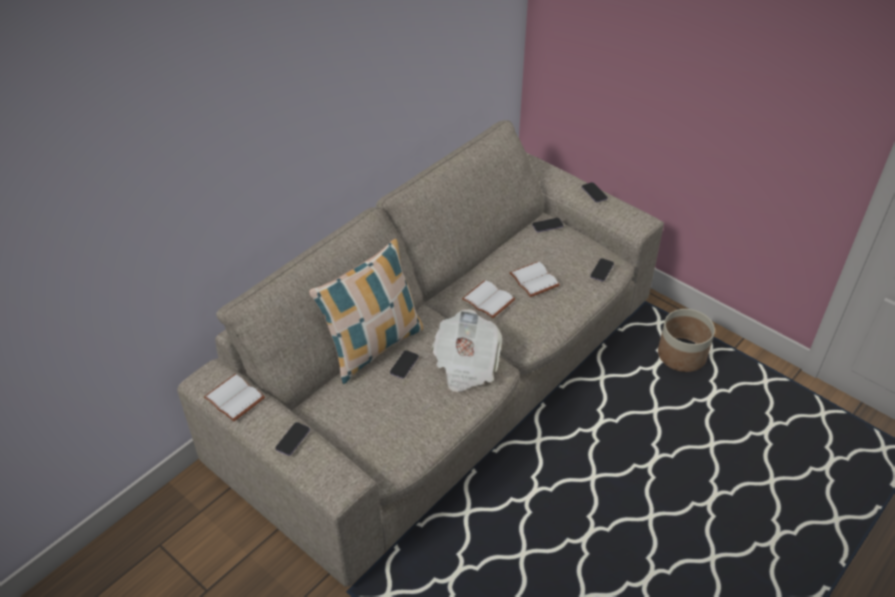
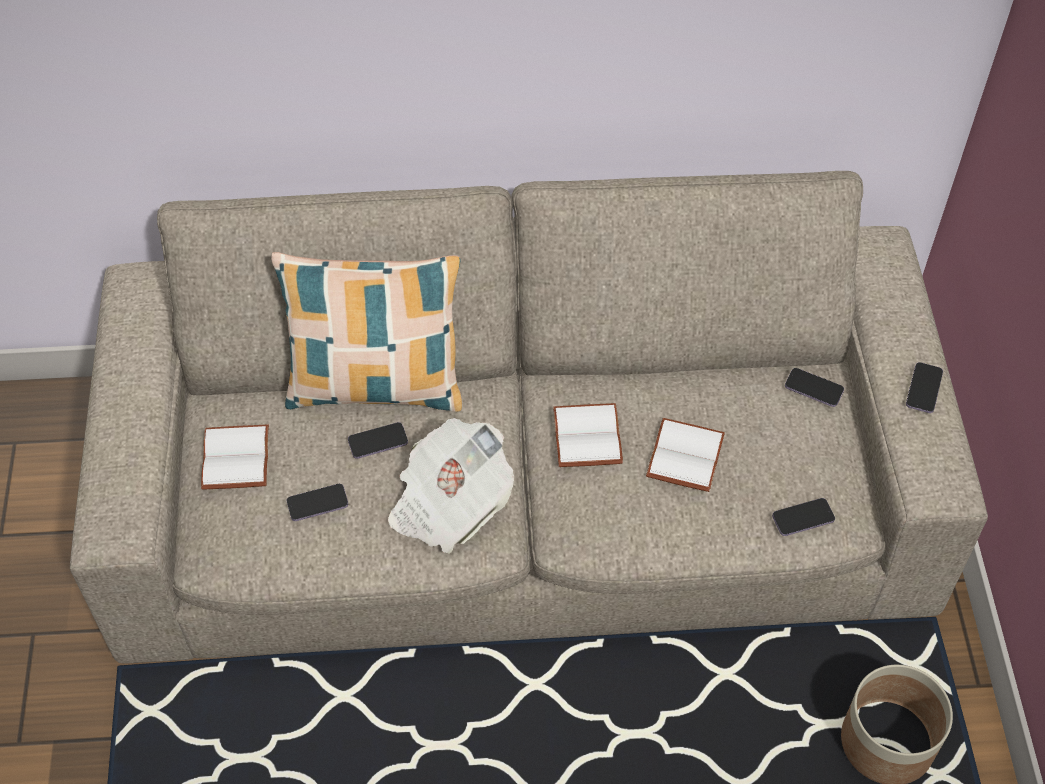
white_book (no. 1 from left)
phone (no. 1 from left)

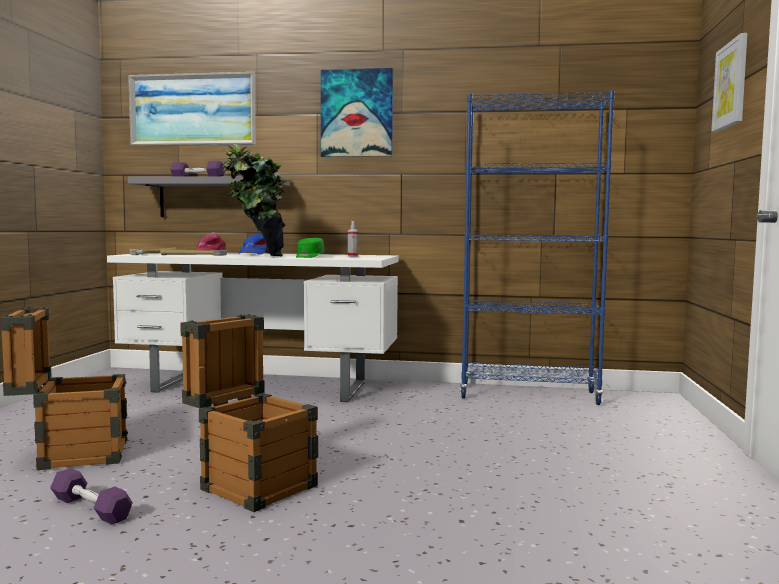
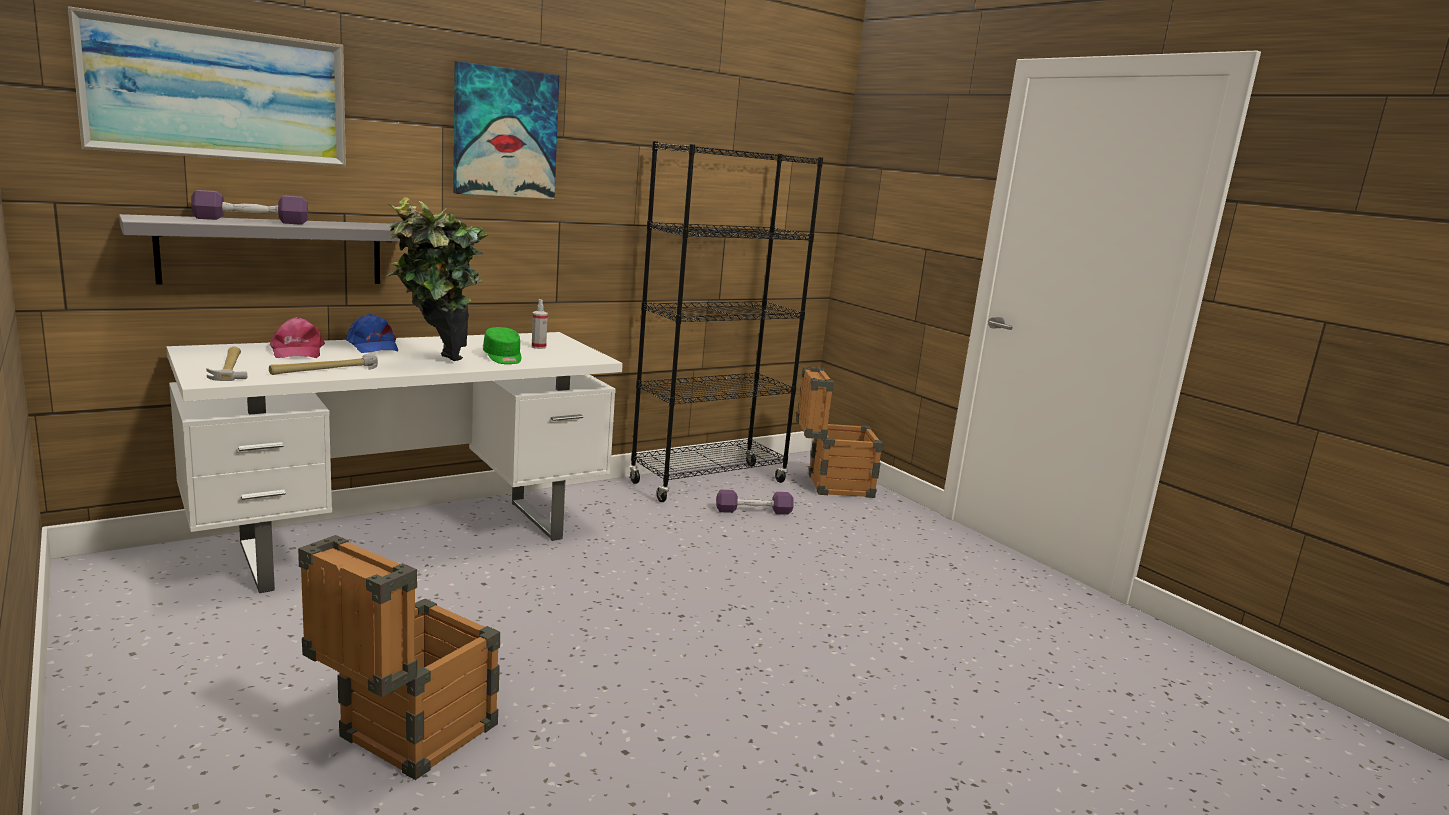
picture (no. 3 from left in the first image)
black_bookcase
crate (no. 2 from left)
purple_dumbbell (no. 2 from left)

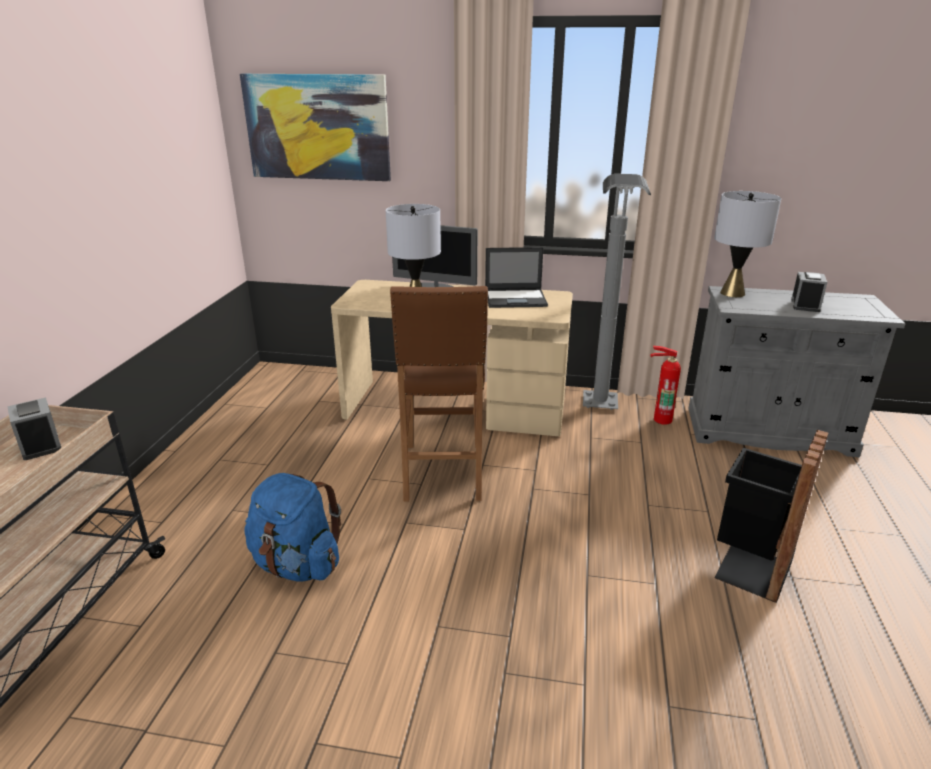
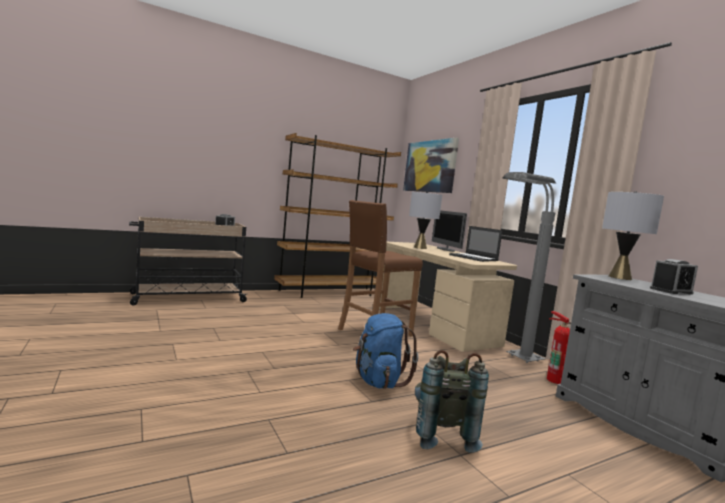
grey_backpack
blue_backpack
brown_bookcase

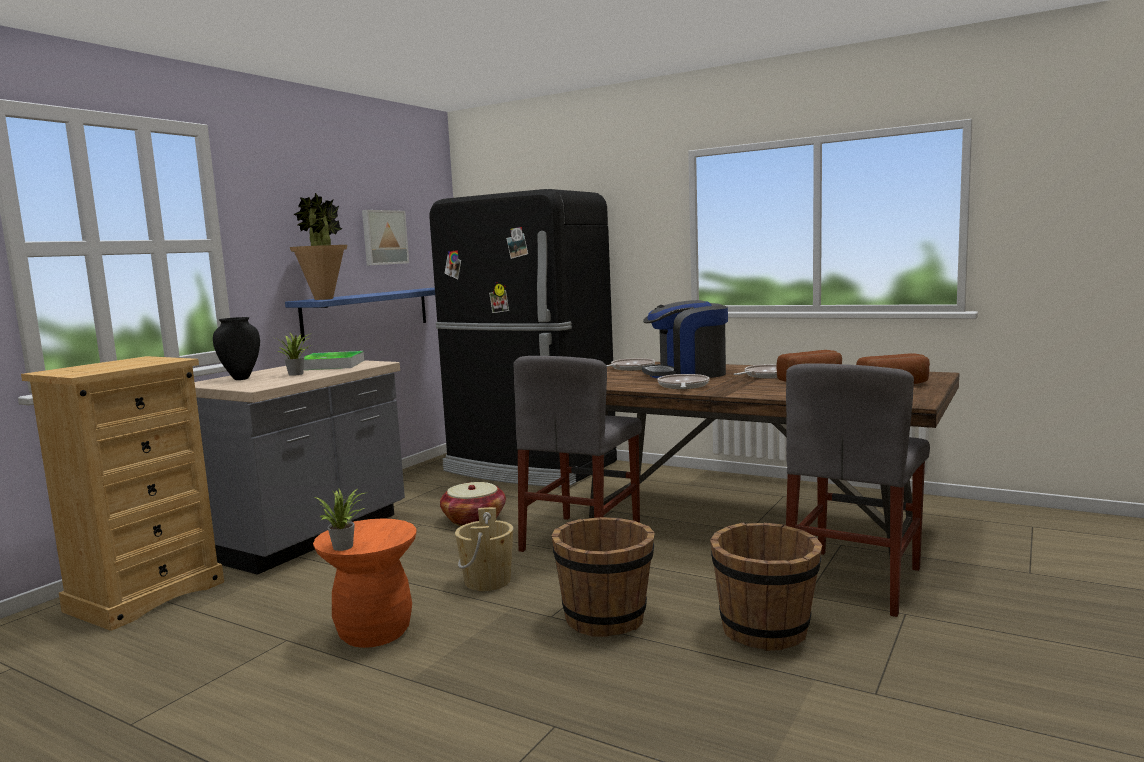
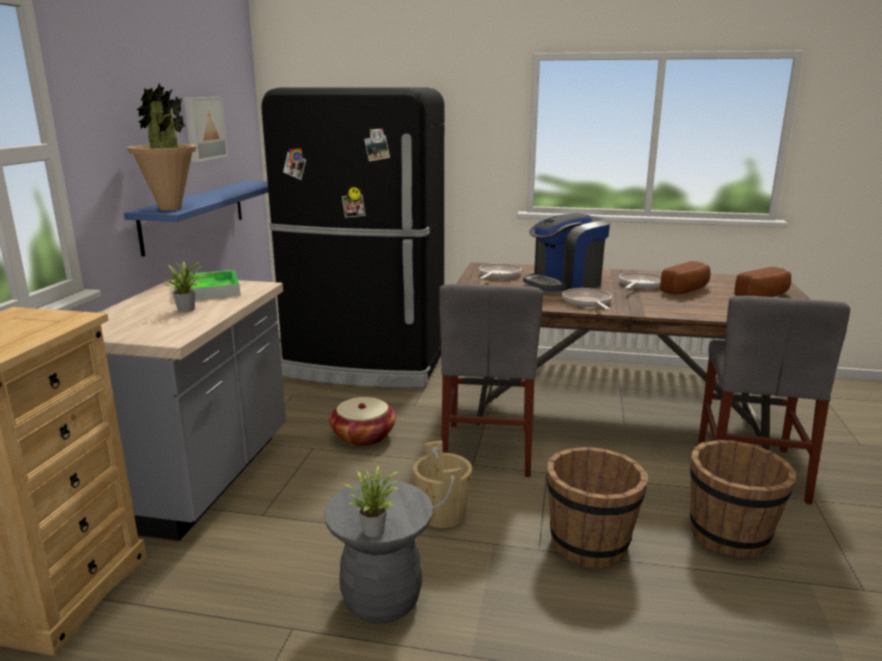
black_vase
grey_stool

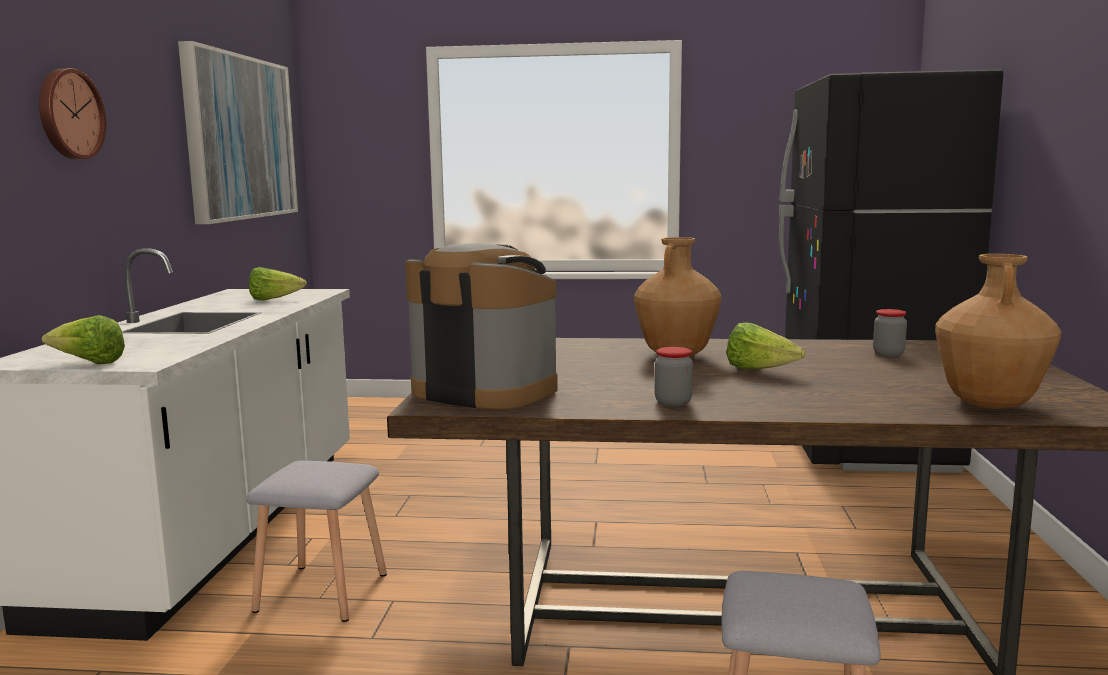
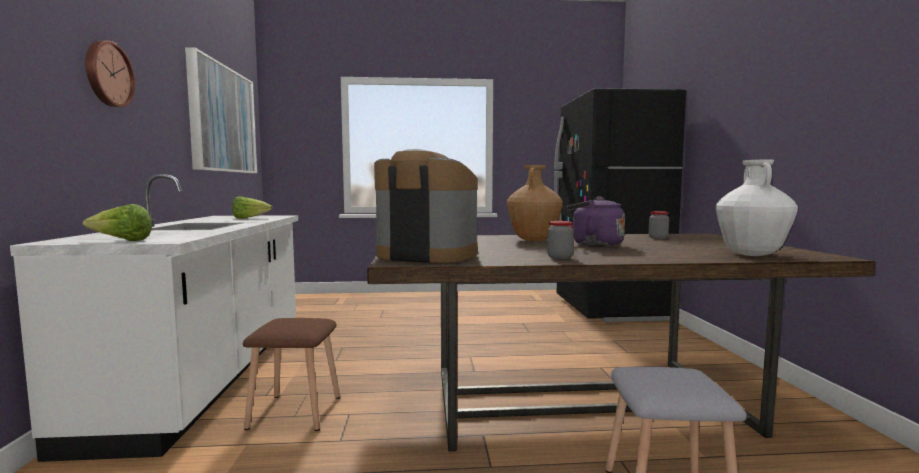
white_vase
purple_kettle
brown_stool

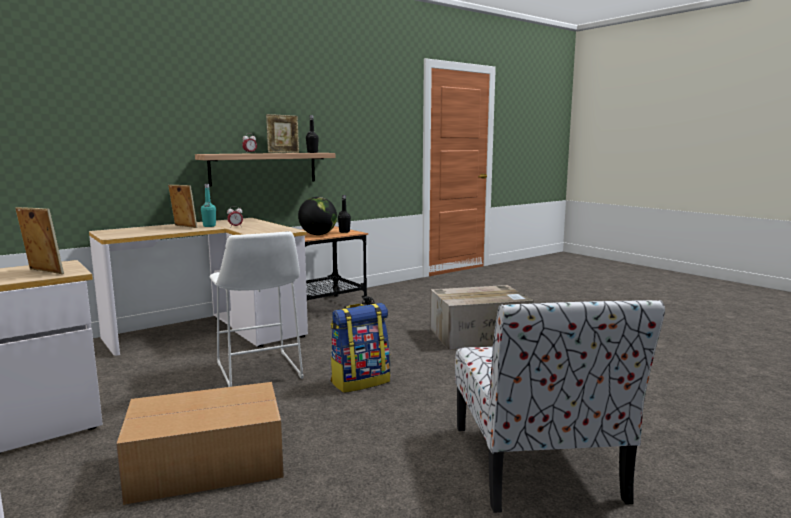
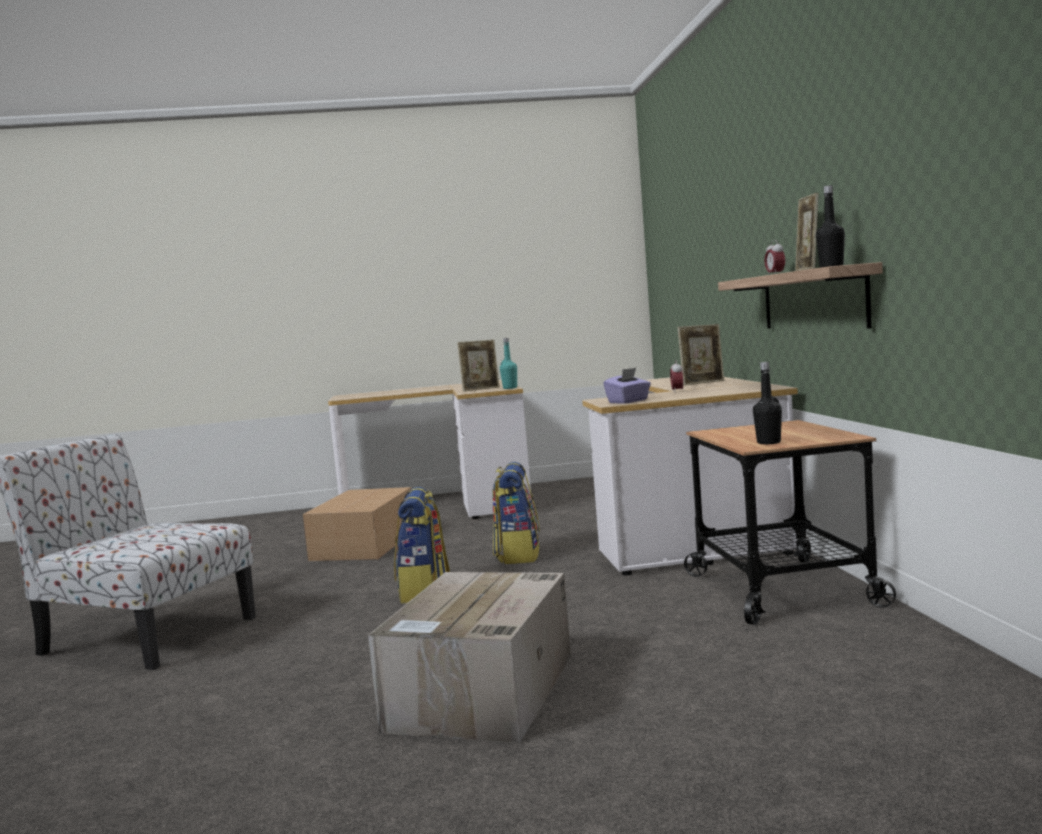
turquoise_bottle
globe
backpack (no. 2 from left)
purple_tissue_box

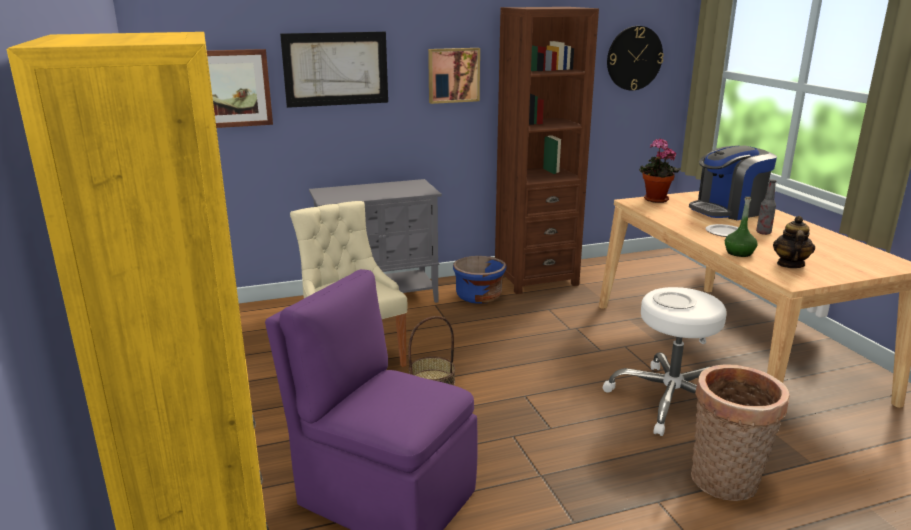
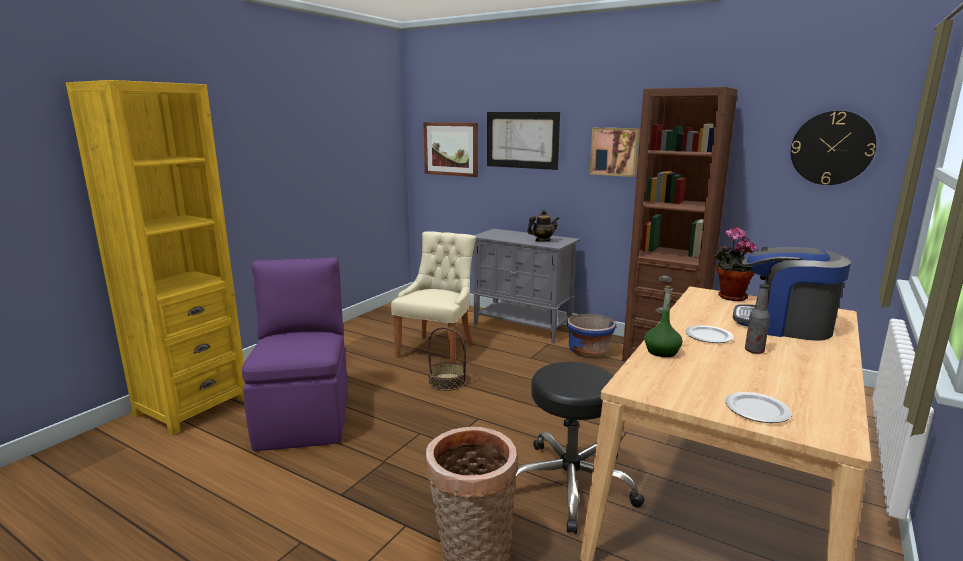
teapot
black_stool
plate (no. 2 from left)

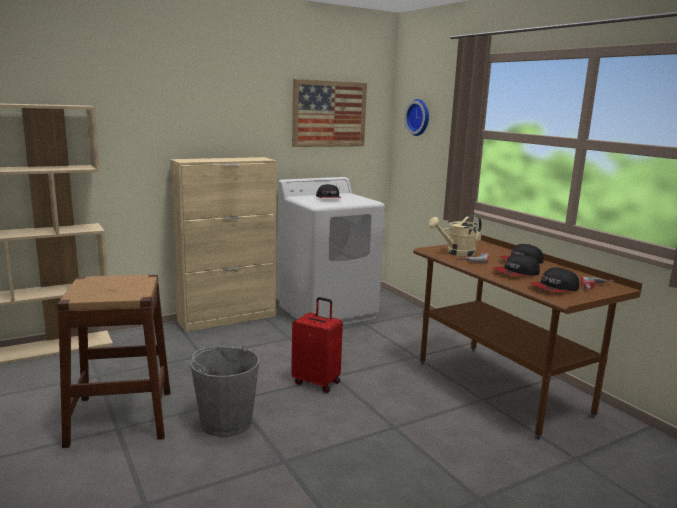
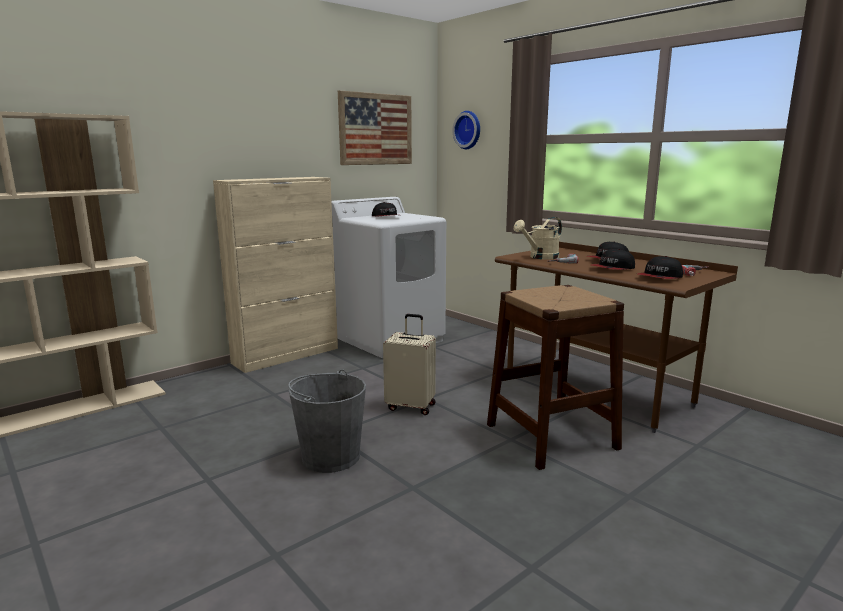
brown_stool
beige_suitcase

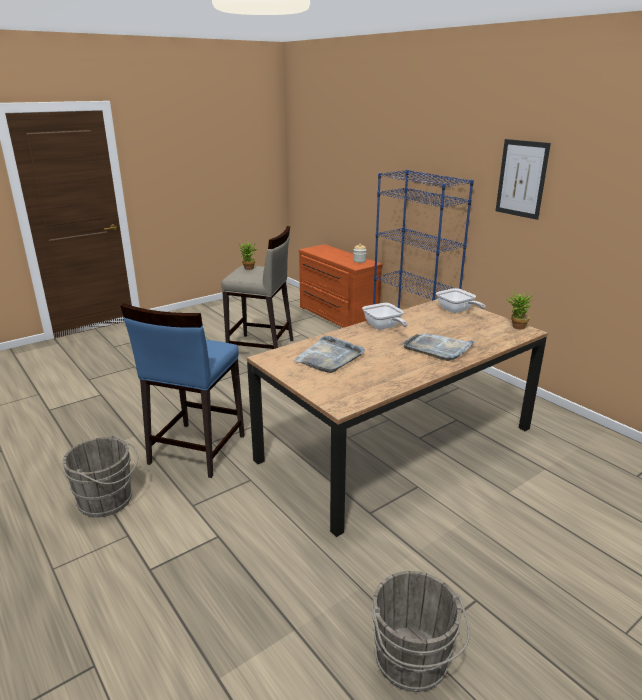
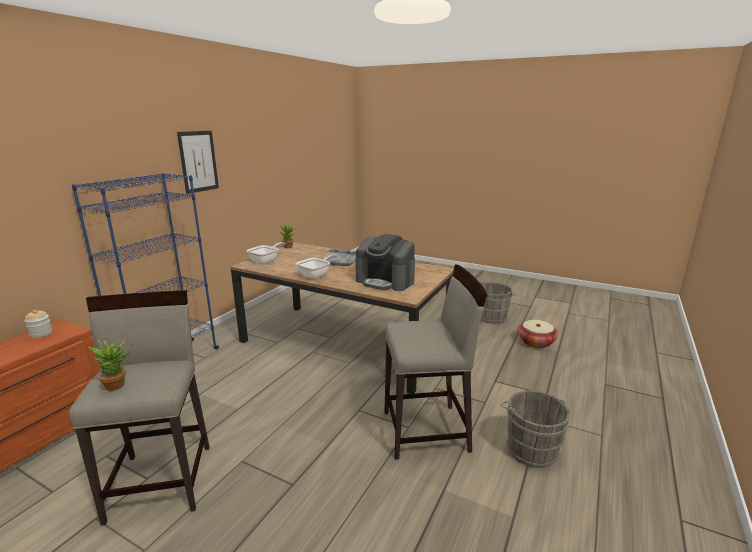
beige_stool (no. 2 from left)
coffee_machine
basket

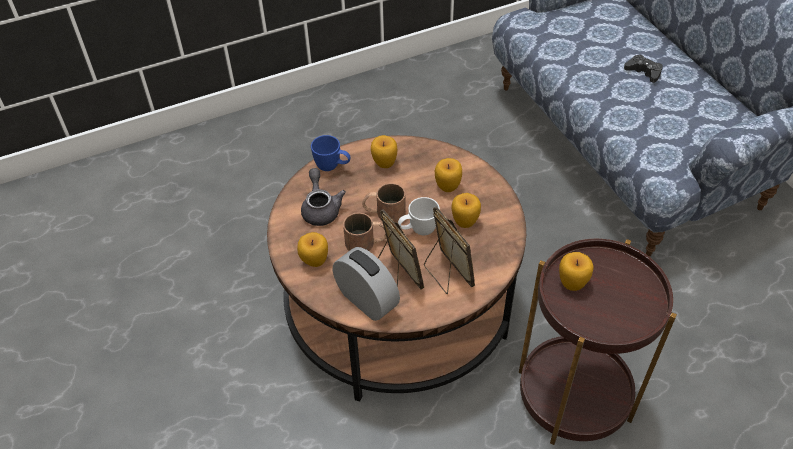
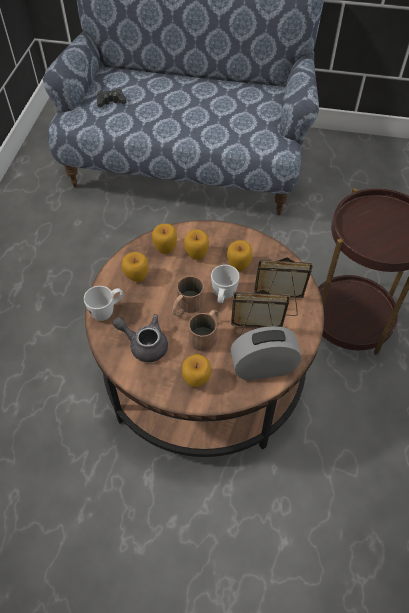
black_game_controller
white_mug (no. 1 from left)
apple (no. 2 from left)

